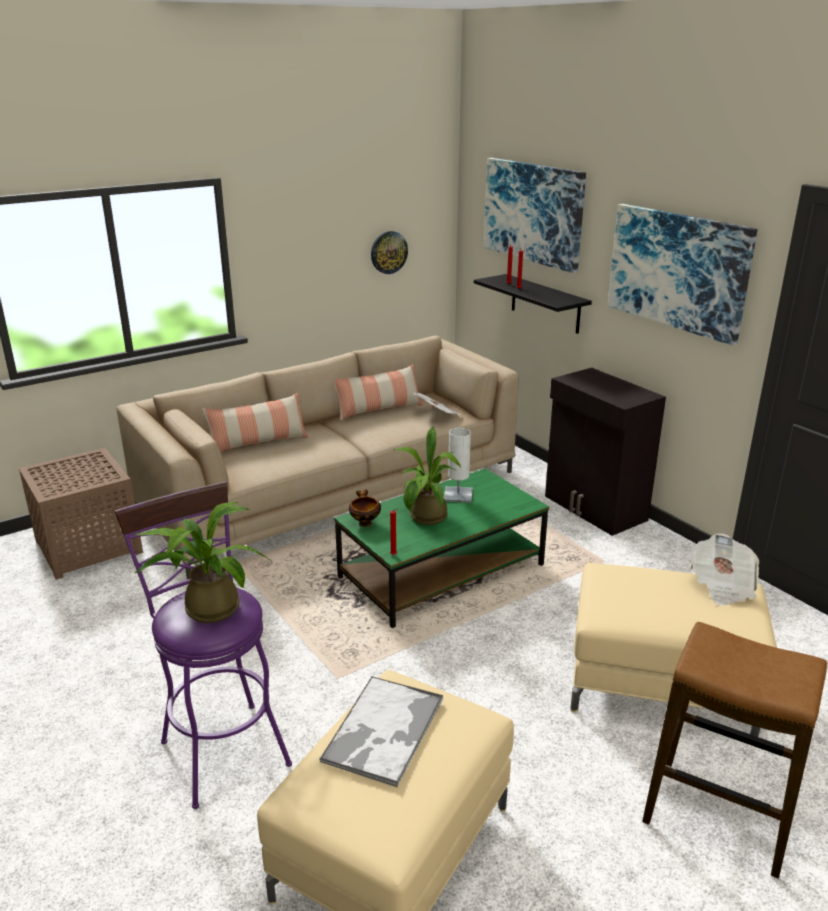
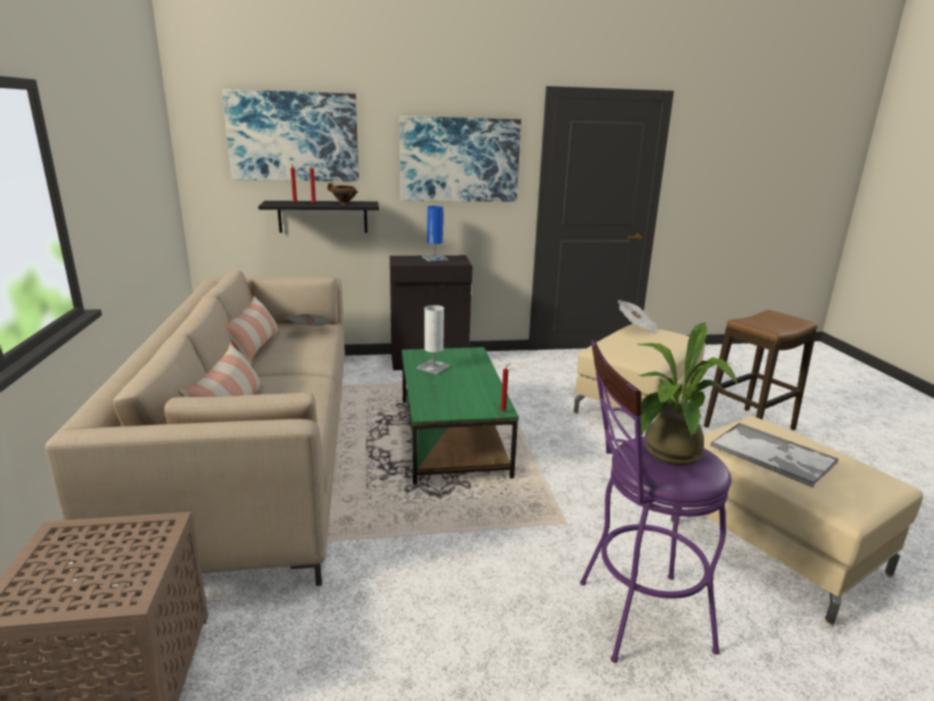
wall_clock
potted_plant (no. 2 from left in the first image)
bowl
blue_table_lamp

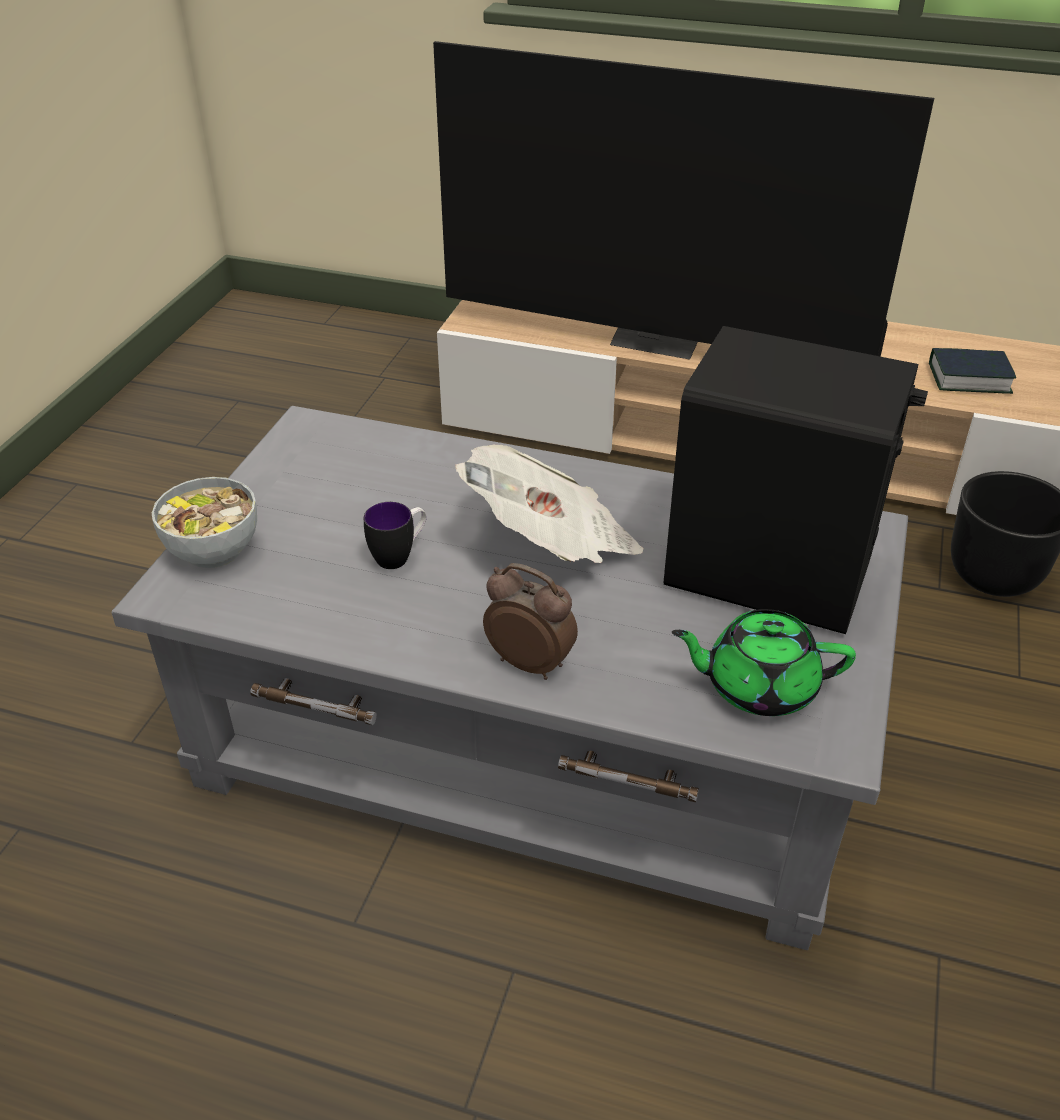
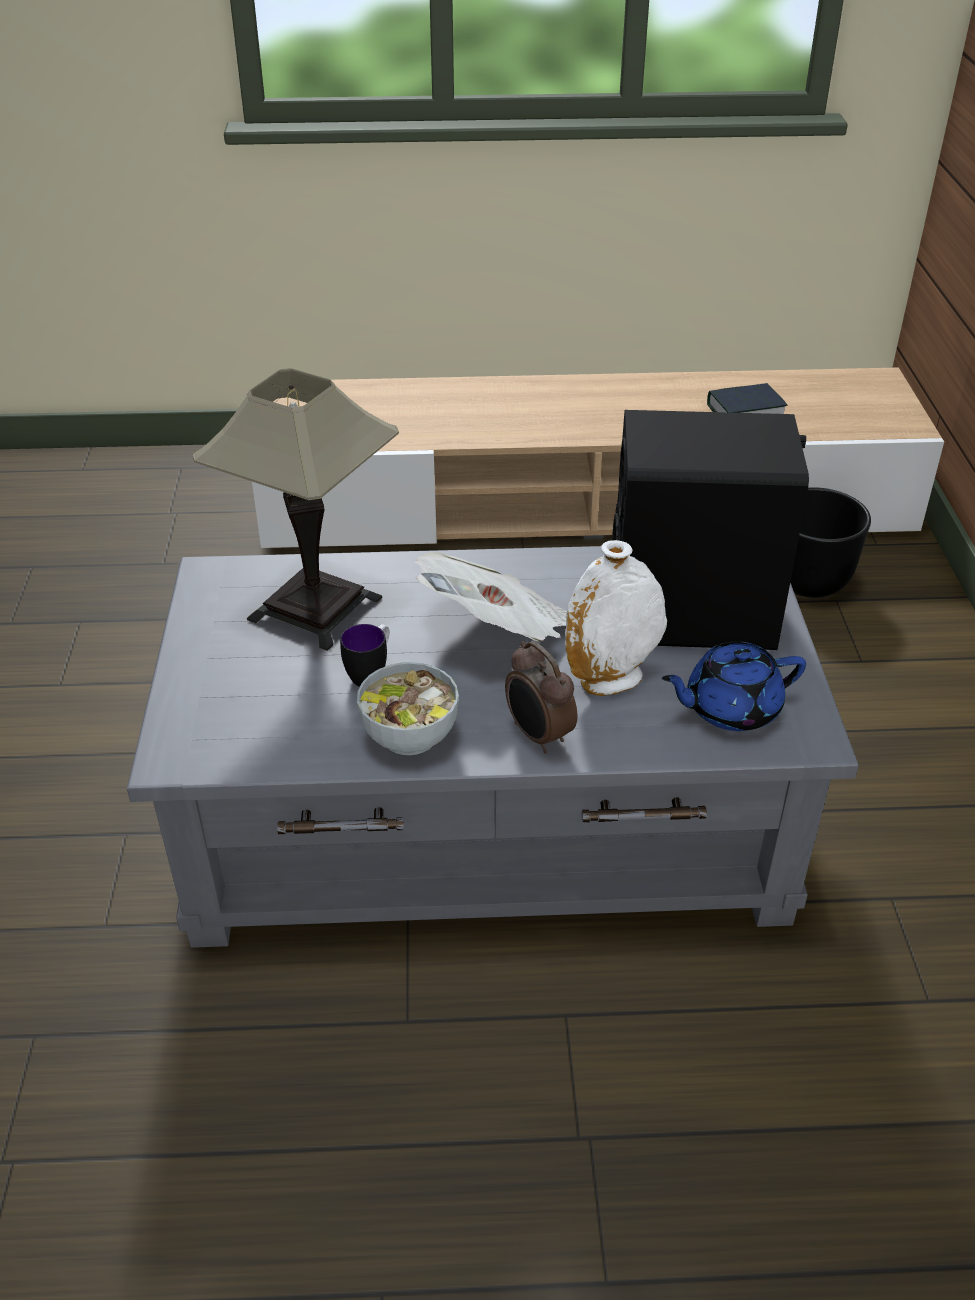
television
bowl
alarm_clock
blue_teapot
table_lamp
white_vase

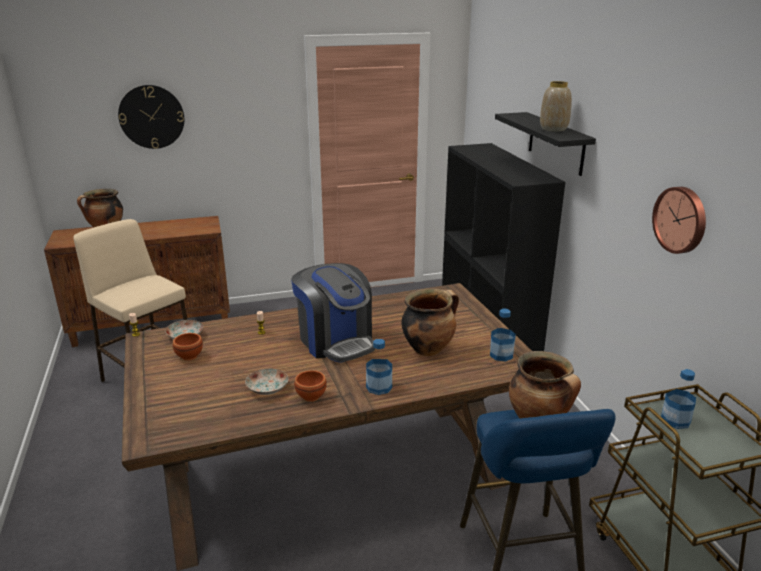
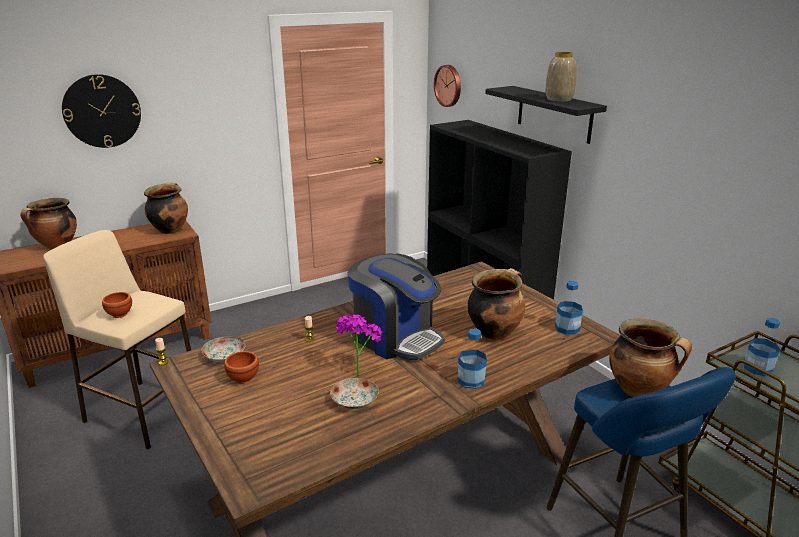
wall_clock (no. 2 from left)
brown_bowl (no. 1 from left)
cooking_pot (no. 2 from left)
potted_plant

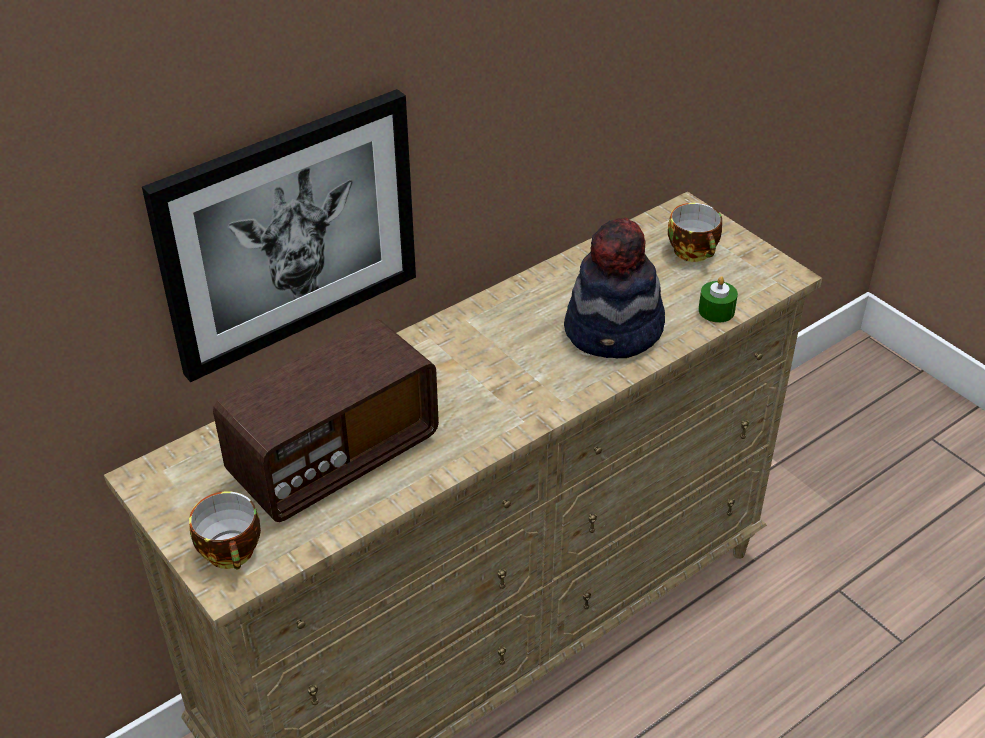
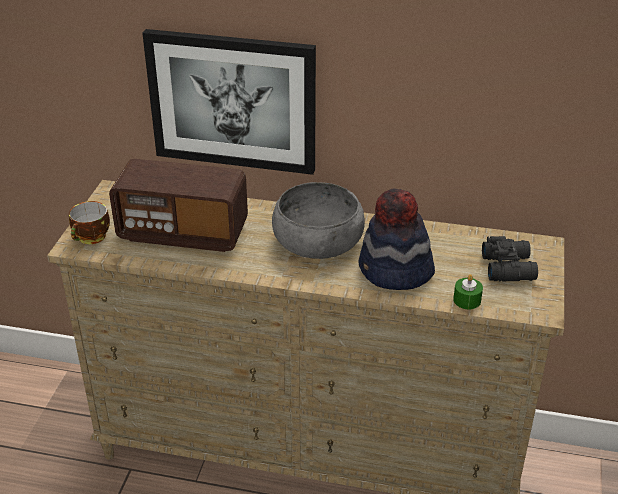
black_binoculars
grey_bowl

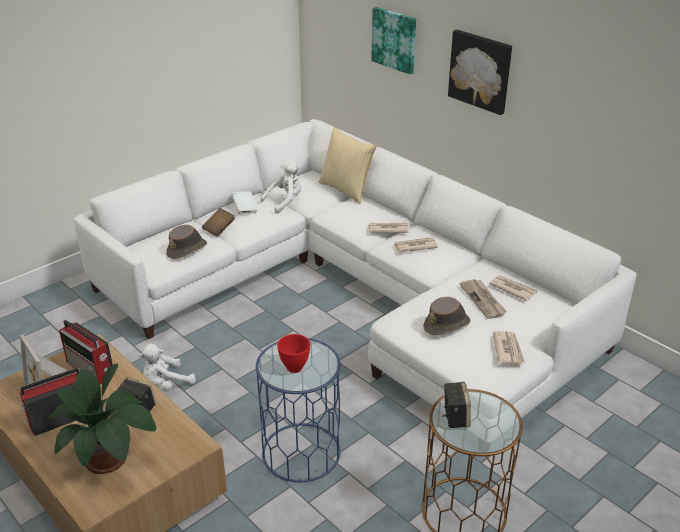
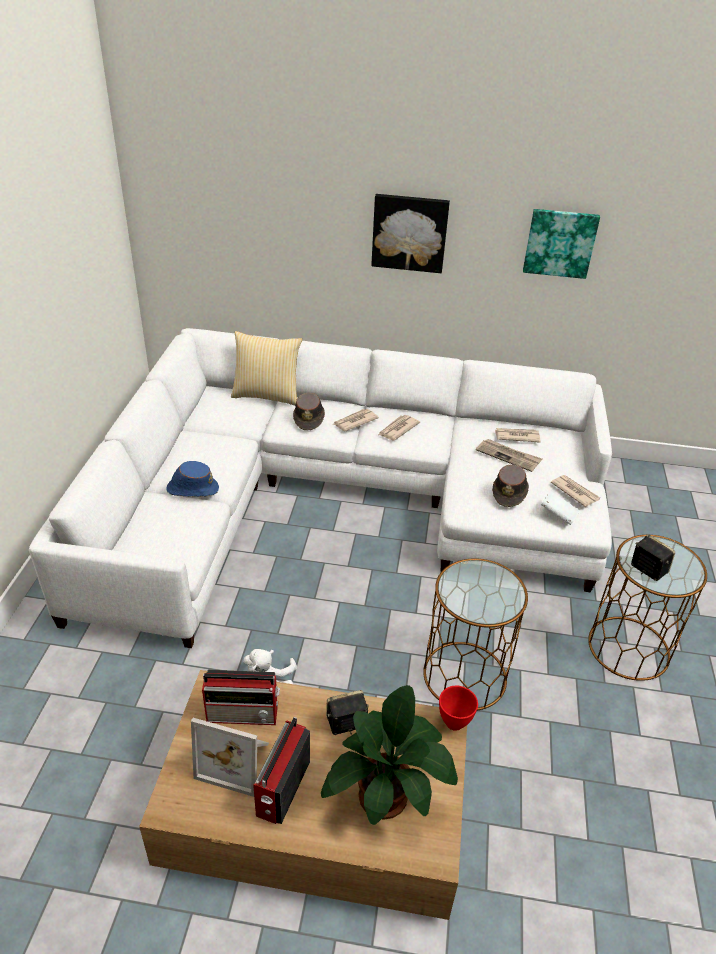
picture (no. 2 from left)
white_plush_toy (no. 2 from left in the first image)
white_book
blue_hat
brown_hat (no. 1 from left)
red_bowl
brown_side_table (no. 1 from left)

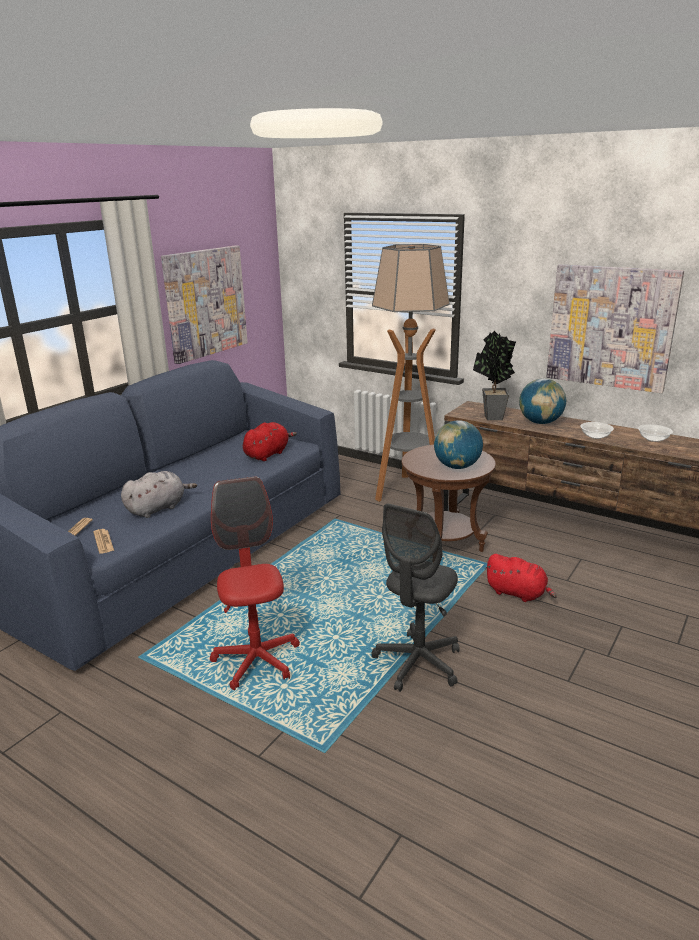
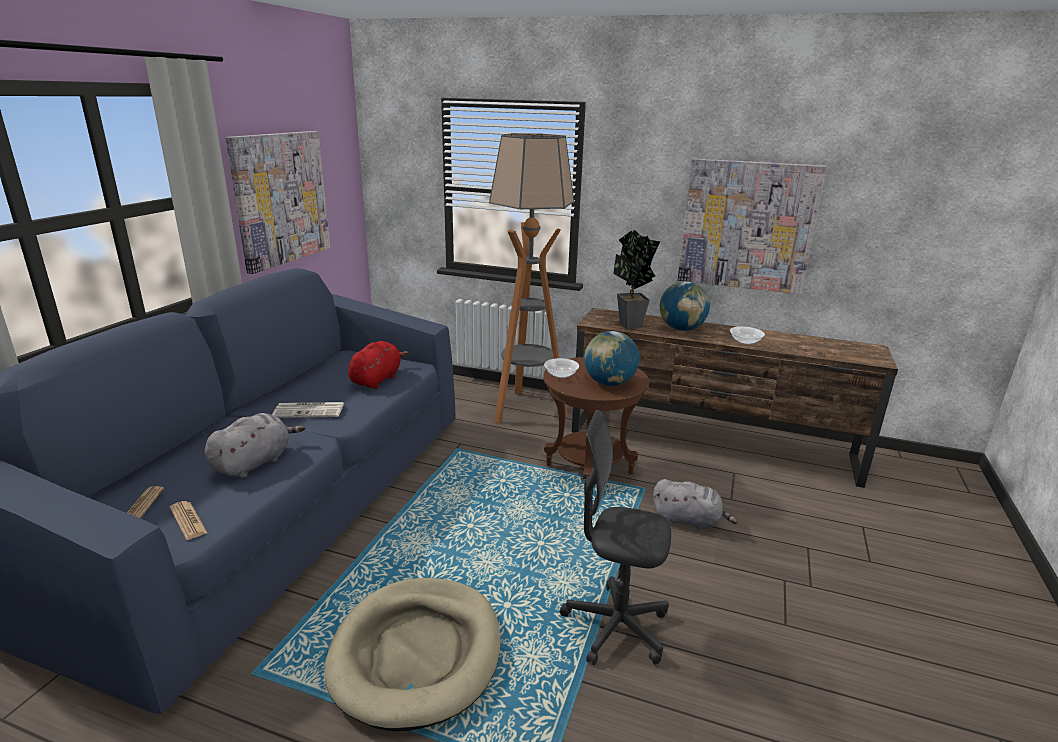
bowl (no. 1 from left)
beige_dog_bed
grey_office_chair
grey_plush_toy (no. 2 from left)
newspaper (no. 3 from left)

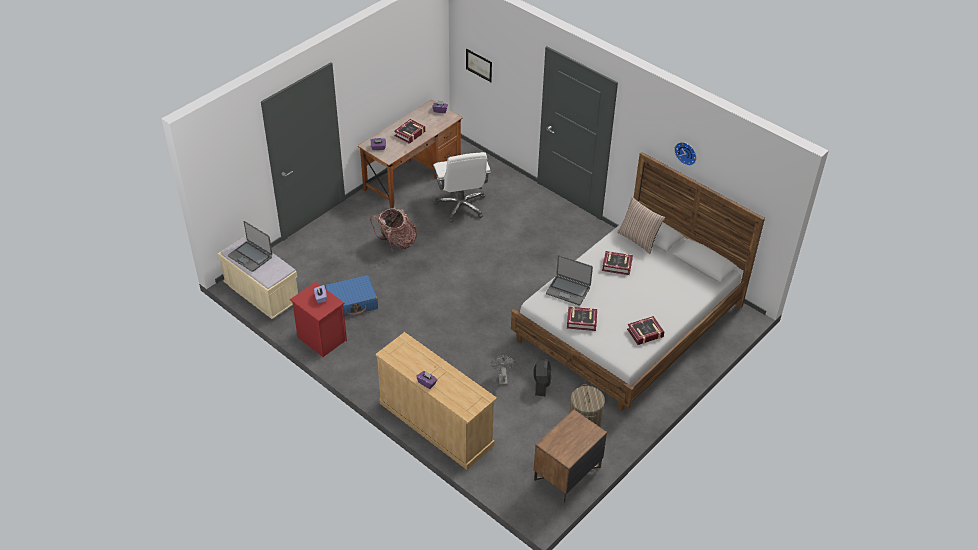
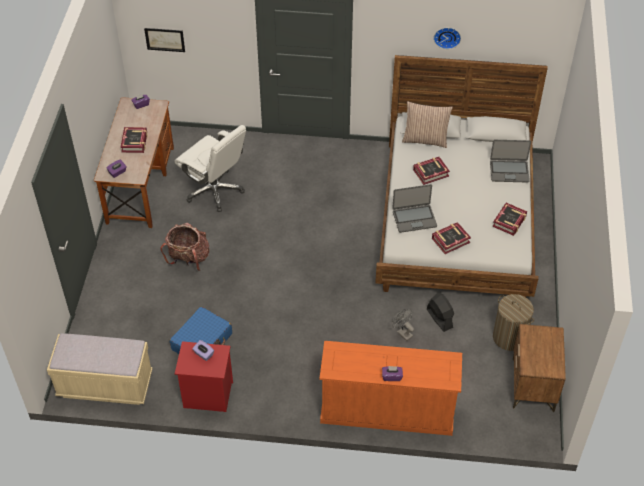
laptop (no. 2 from left)
orange_dresser

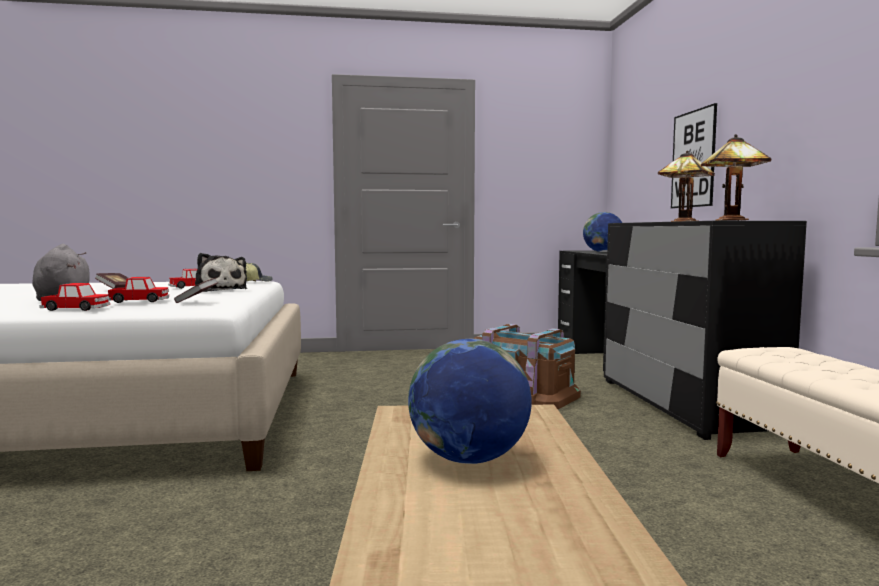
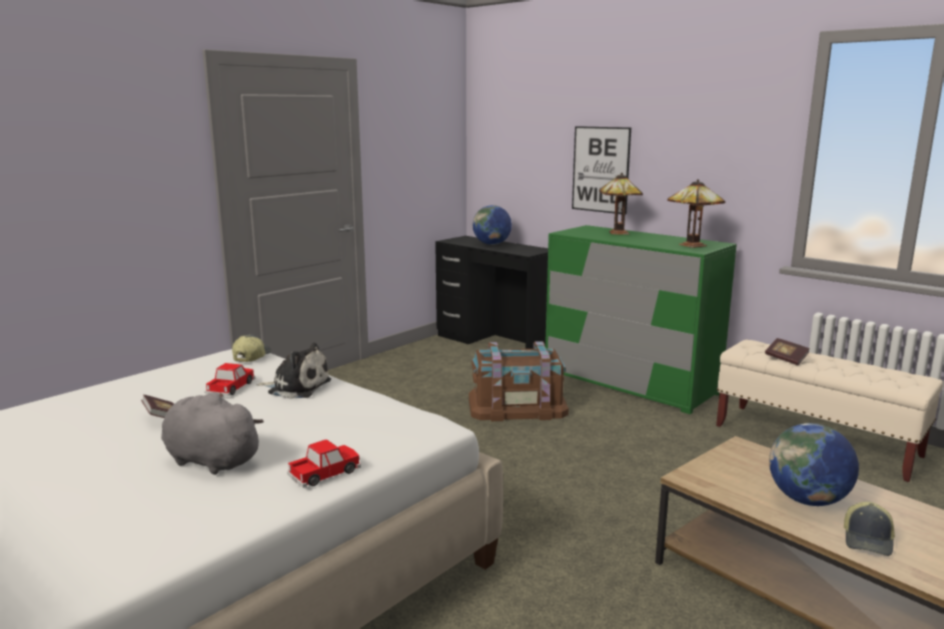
green_dresser
toy_car (no. 2 from left in the first image)
book (no. 2 from left)
cap (no. 2 from left)

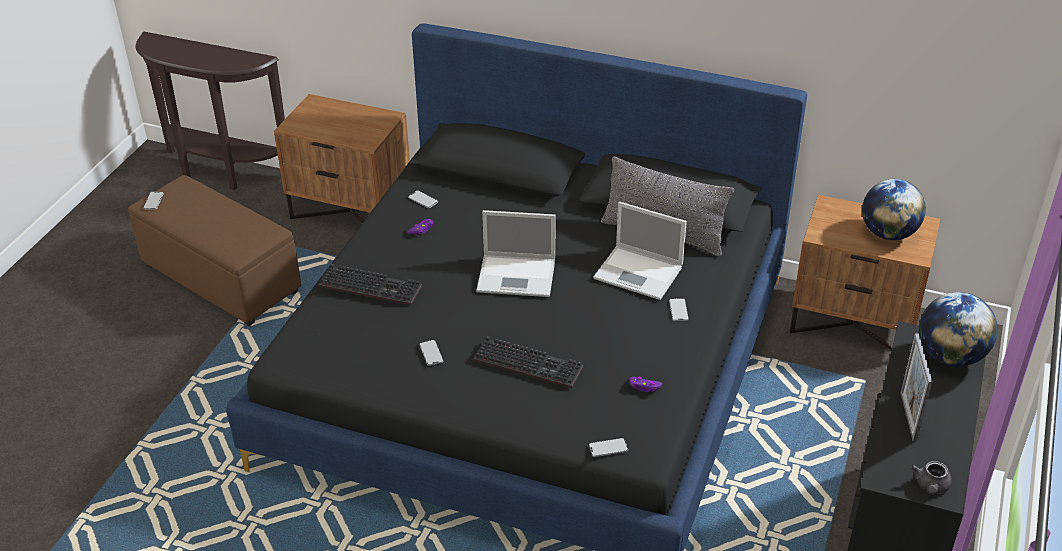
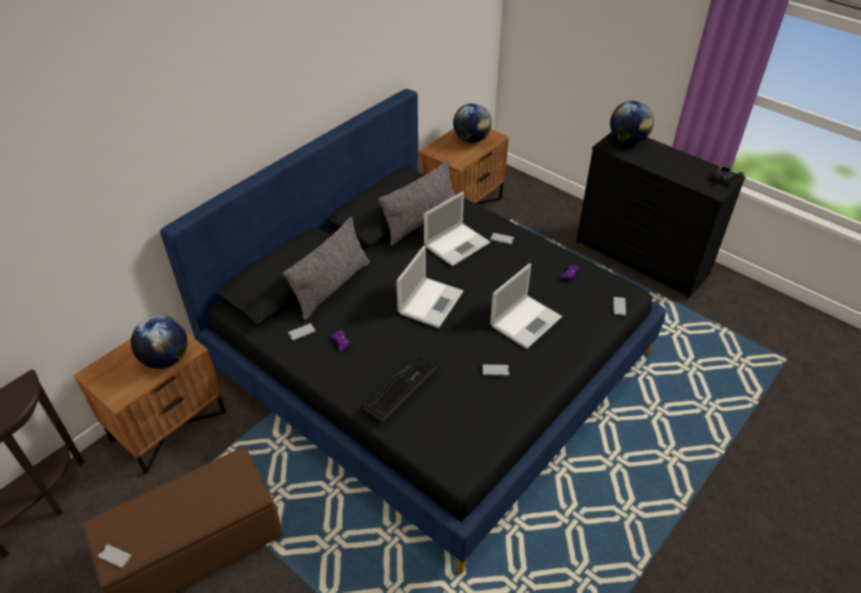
picture_frame
laptop (no. 3 from left)
grey_pillow (no. 1 from left)
globe (no. 1 from left)

